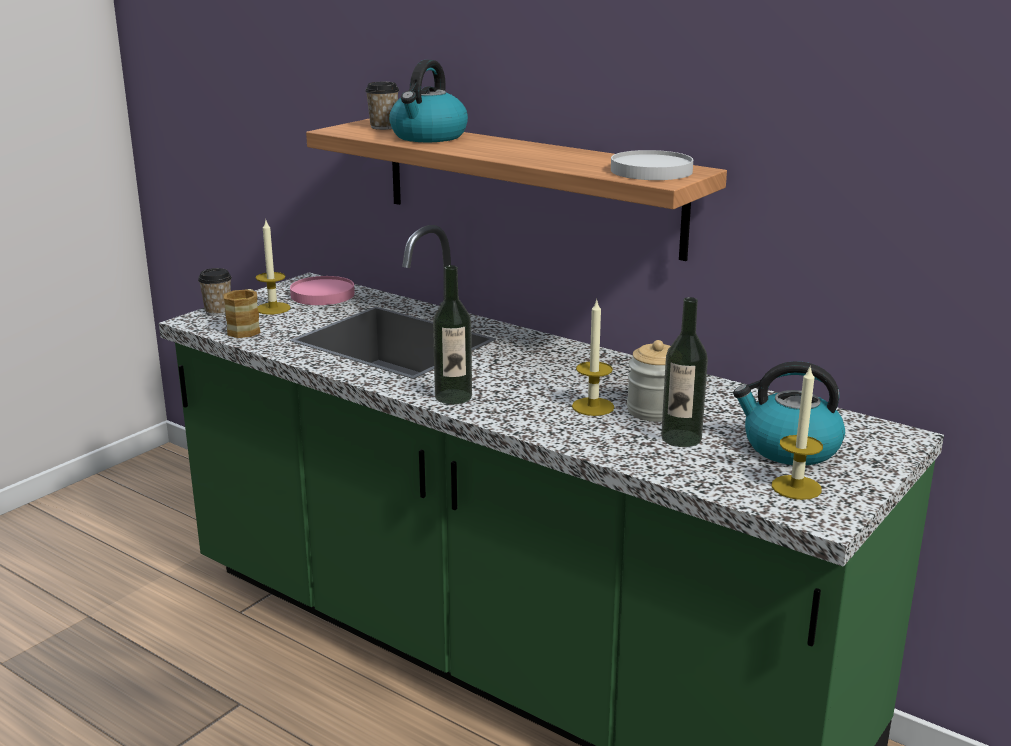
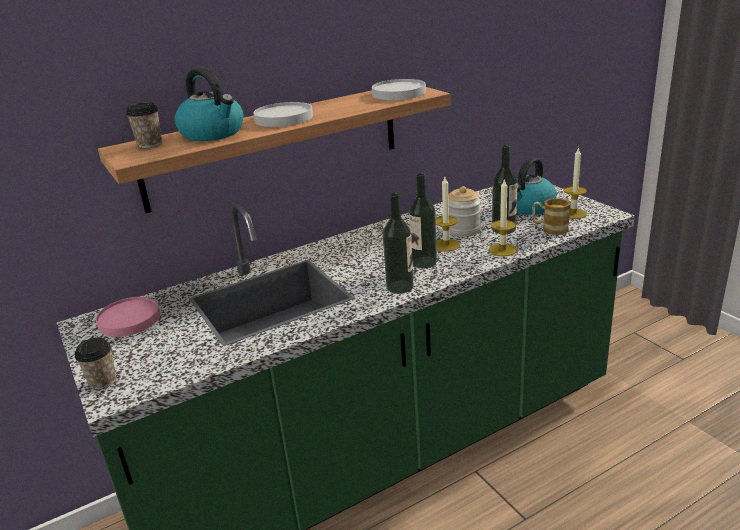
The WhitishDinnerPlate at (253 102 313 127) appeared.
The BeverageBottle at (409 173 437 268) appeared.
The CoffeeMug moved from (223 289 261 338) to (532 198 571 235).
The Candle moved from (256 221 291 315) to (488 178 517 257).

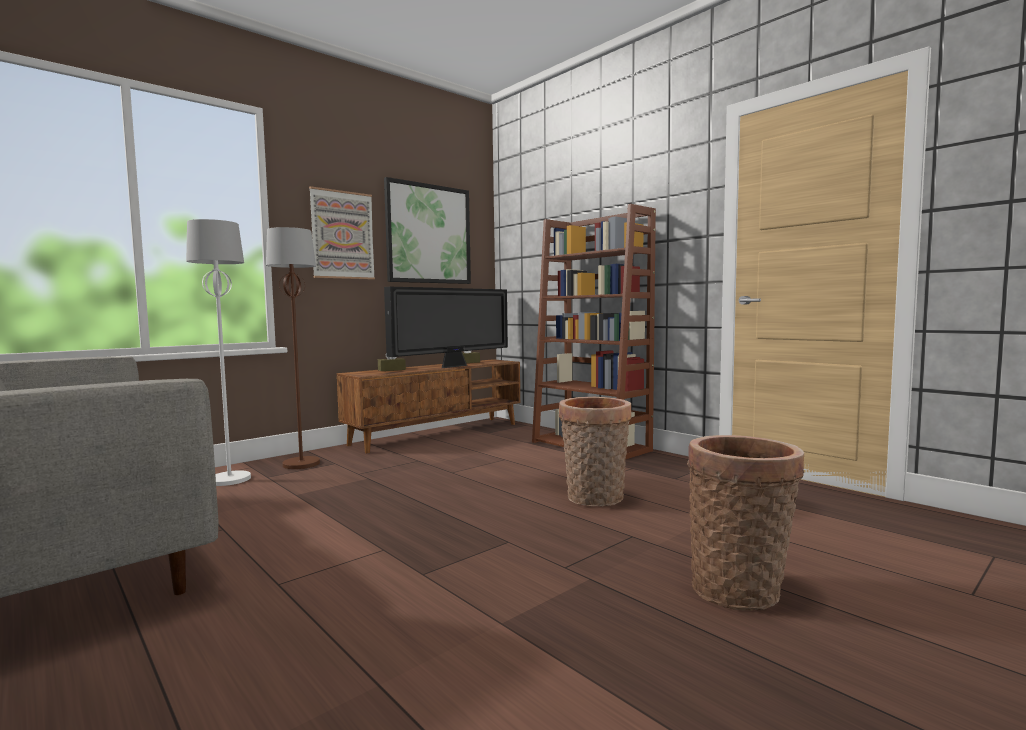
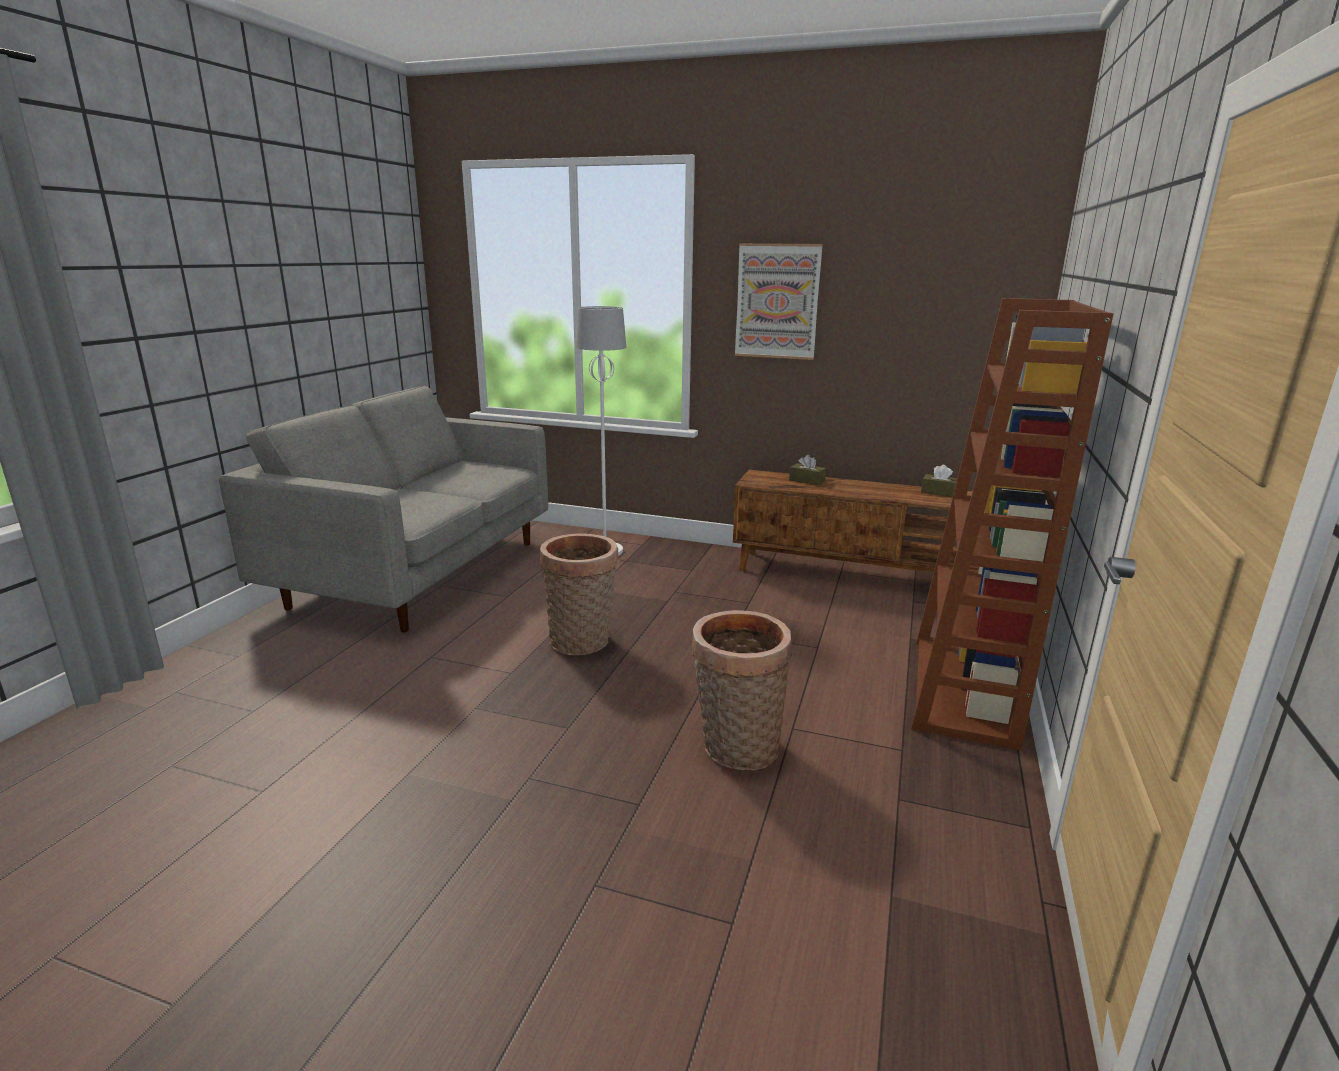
The BrownColouredStandingLamp at (266 227 320 469) disappeared.
The WallArt at (384 177 471 284) disappeared.
The Tv at (384 287 508 368) disappeared.
The StorageBasket moved from (687 435 804 611) to (540 533 618 655).

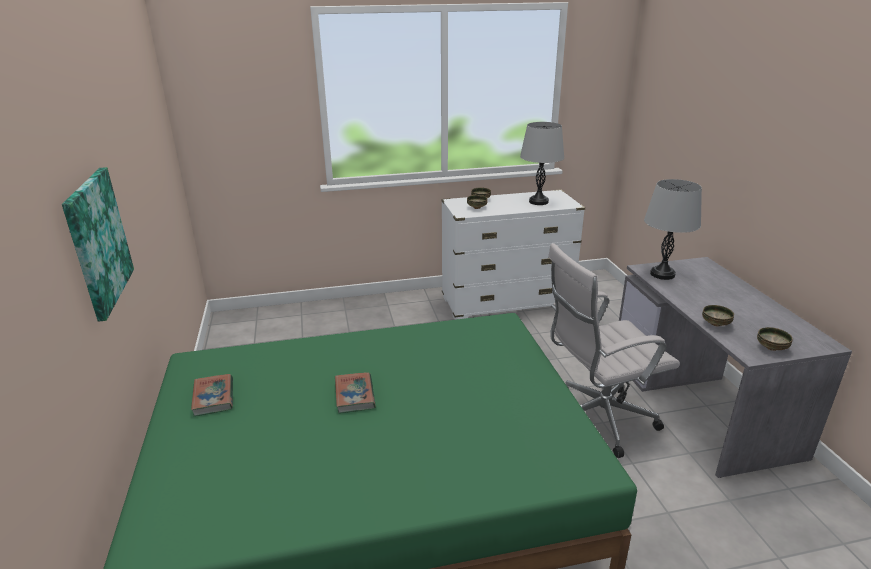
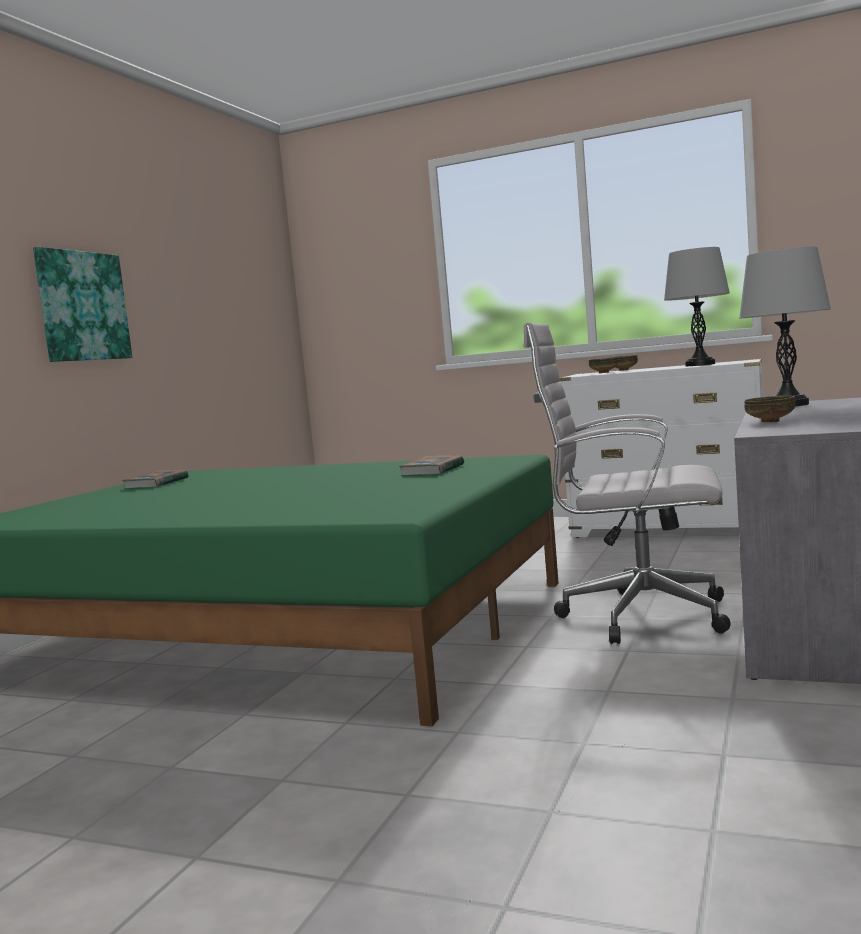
The DeepDish at (757 327 793 351) disappeared.
The Volume moved from (335 372 376 413) to (399 456 464 476).

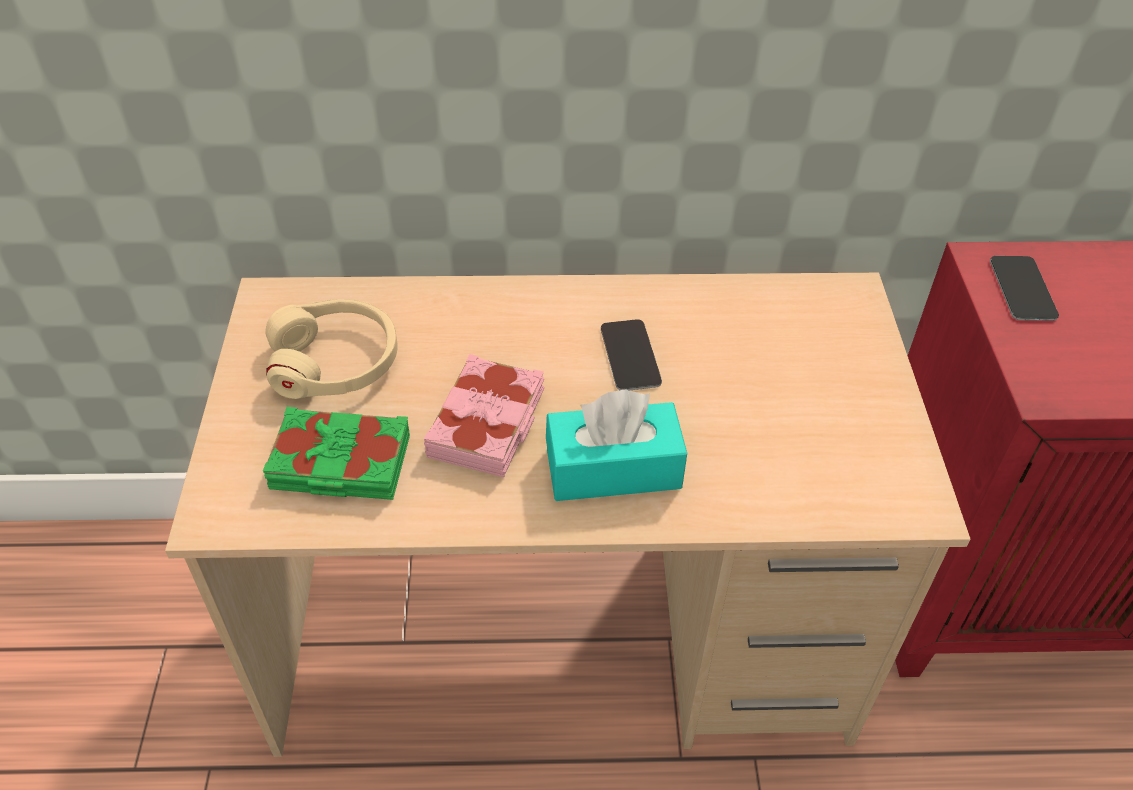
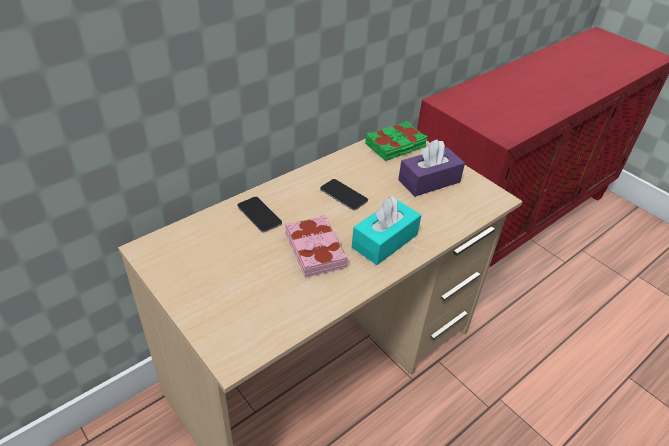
The SandColouredHeadphones at (265 299 398 399) disappeared.
The PurplishTissueHolder at (398 139 465 197) appeared.
The GreenVolume moved from (263 407 410 500) to (365 121 428 161).
The Telephone moved from (990 256 1059 321) to (237 197 282 232).

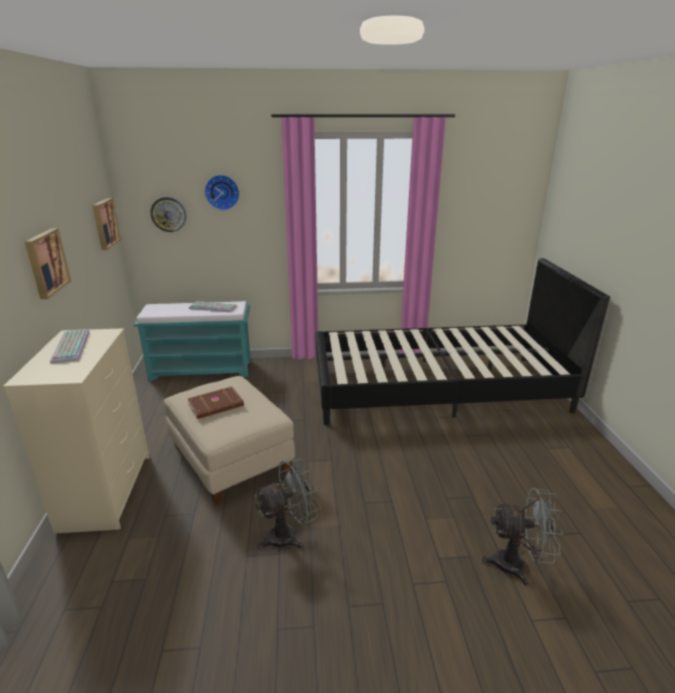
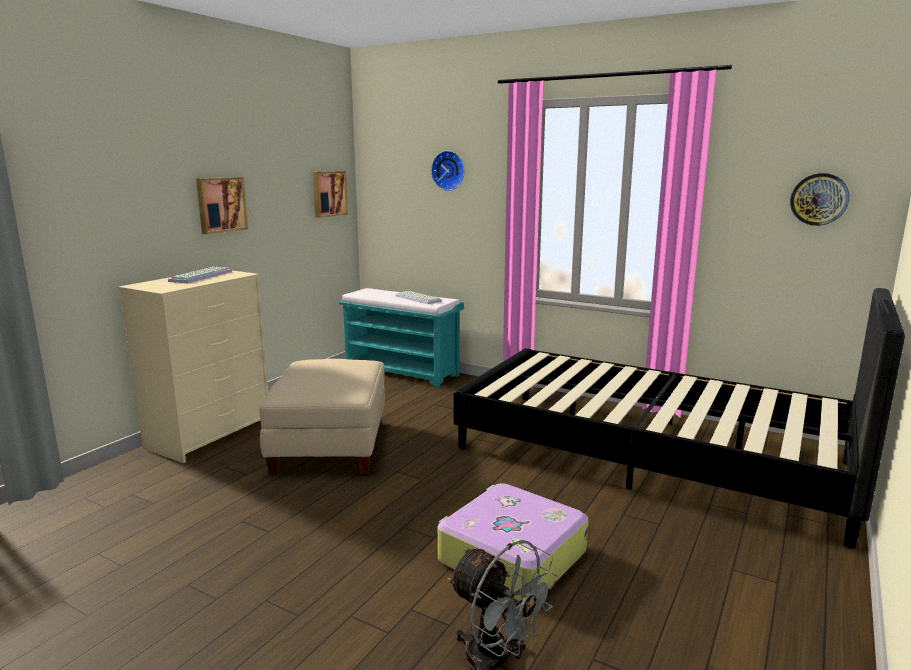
The BrownColouredVolume at (188 387 244 419) disappeared.
The GrayFan at (254 458 321 550) disappeared.
The TravelCase at (438 483 589 601) appeared.
The ClockOnTheWall moved from (151 197 186 232) to (790 173 849 226).

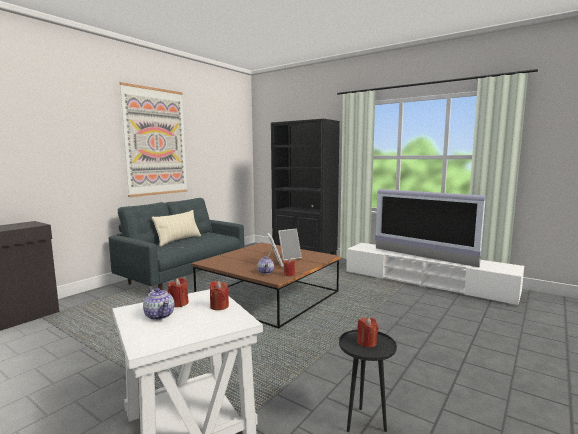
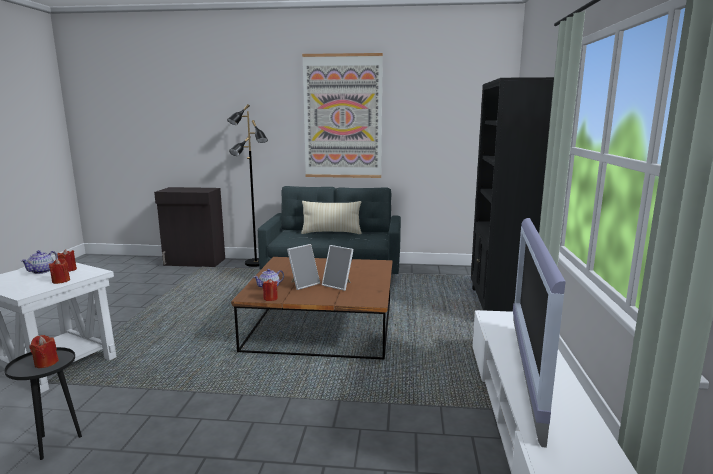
The BlackColouredStandingLamp at (227 104 268 267) appeared.

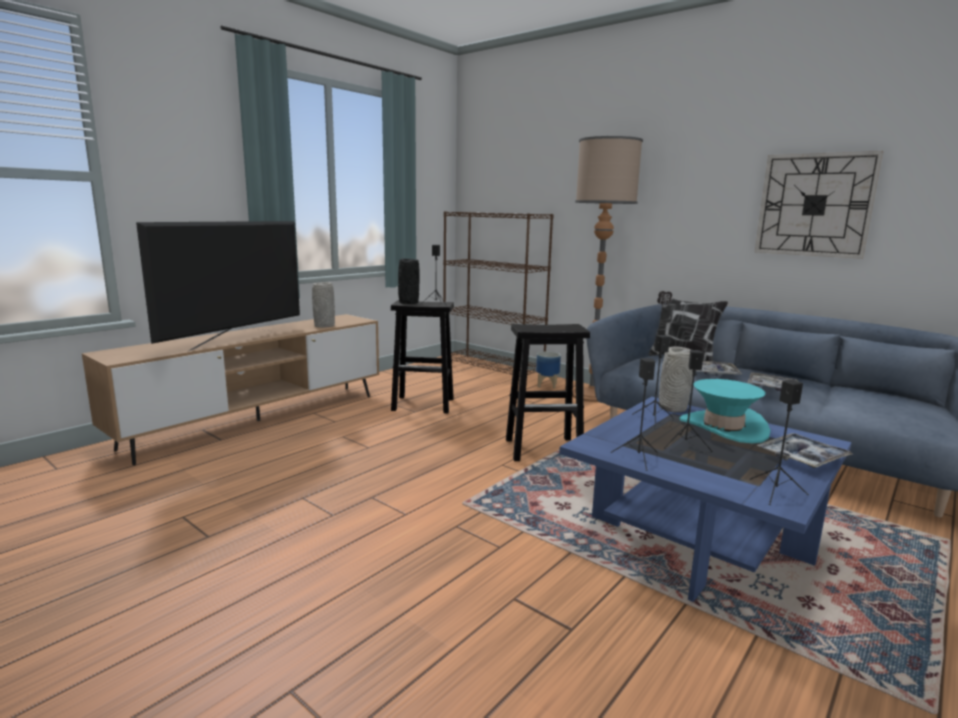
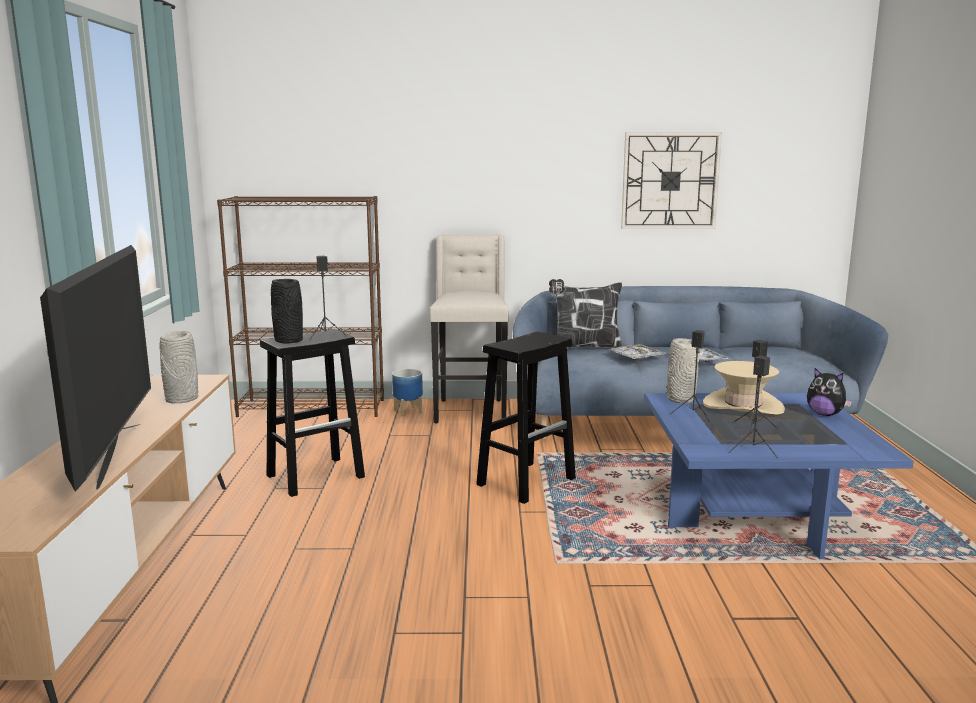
The BlackColouredLoudspeaker at (749 380 809 505) disappeared.
The StandingLamp at (572 136 643 402) was replaced by the SandColouredStoolSeat at (430 235 509 424).
The ServingTray at (758 433 853 468) was replaced by the PlushToy at (807 368 852 416).
The BlueGreenClothingHat at (679 379 770 443) became the SandColouredClothingHat at (703 361 785 415).

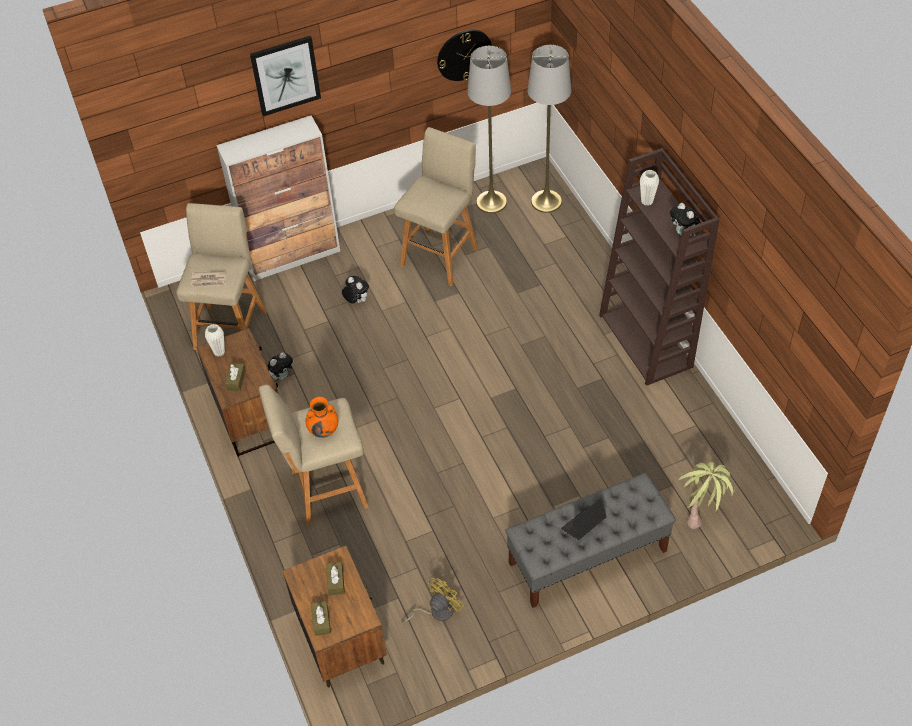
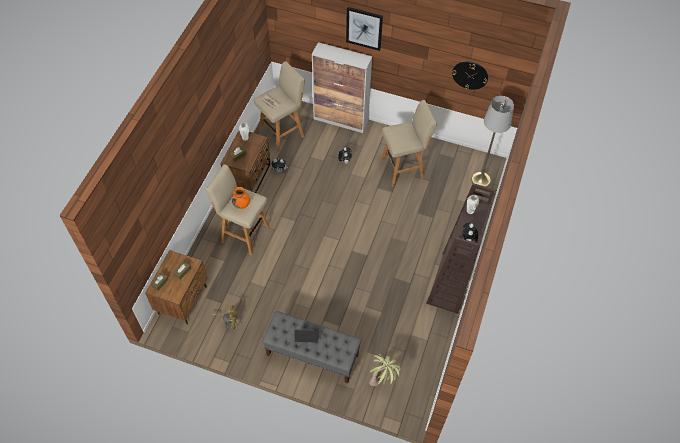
The GrayStandingLamp at (467 46 511 213) disappeared.

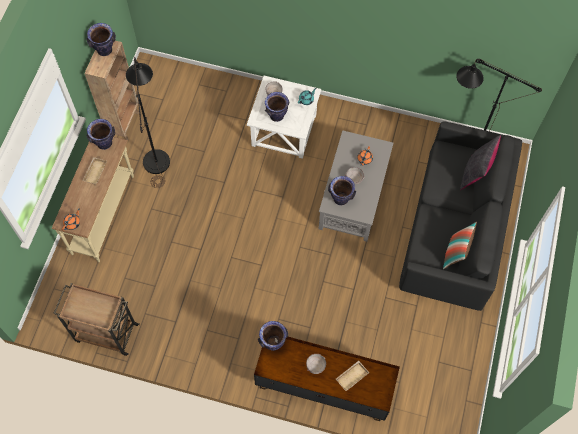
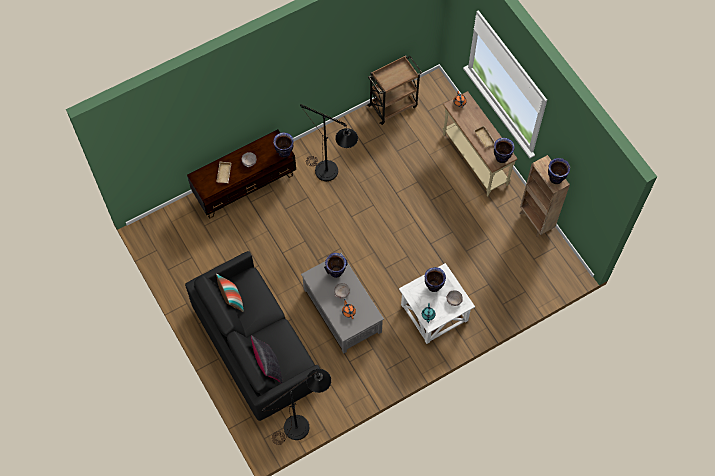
The BlackColouredStandingLamp moved from (126 57 170 188) to (300 104 358 181).

